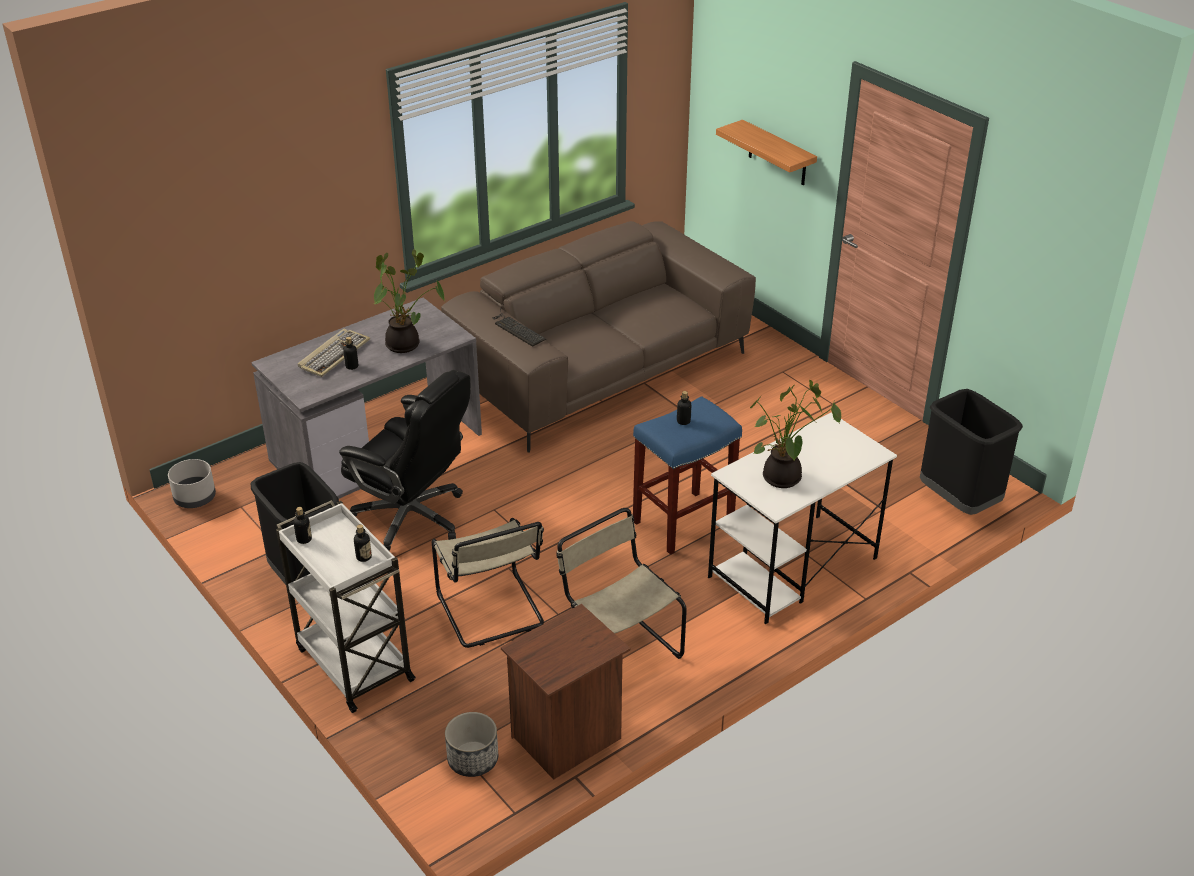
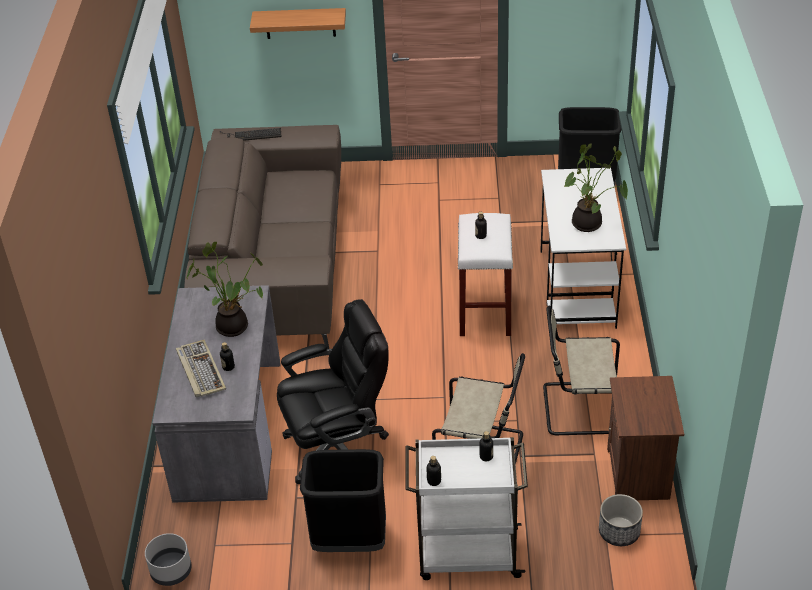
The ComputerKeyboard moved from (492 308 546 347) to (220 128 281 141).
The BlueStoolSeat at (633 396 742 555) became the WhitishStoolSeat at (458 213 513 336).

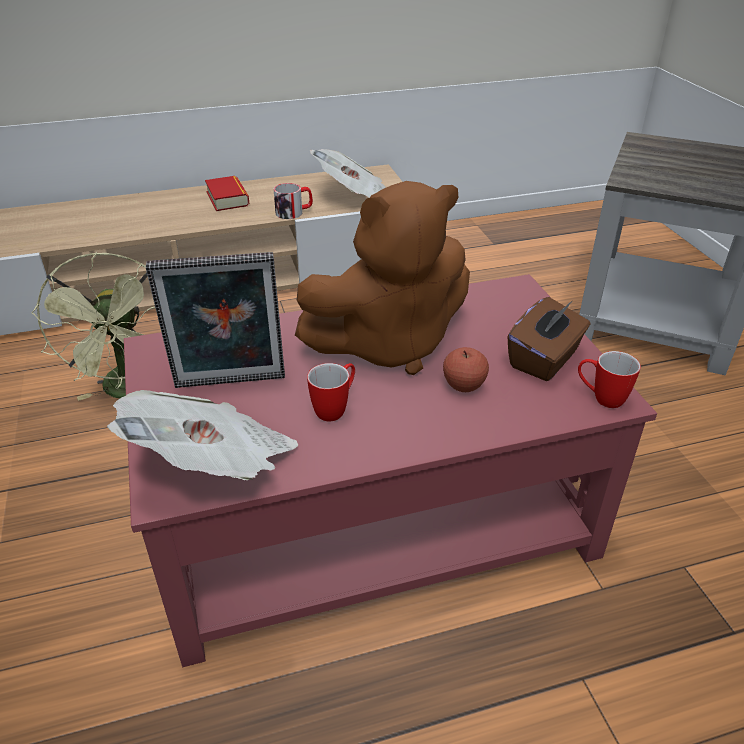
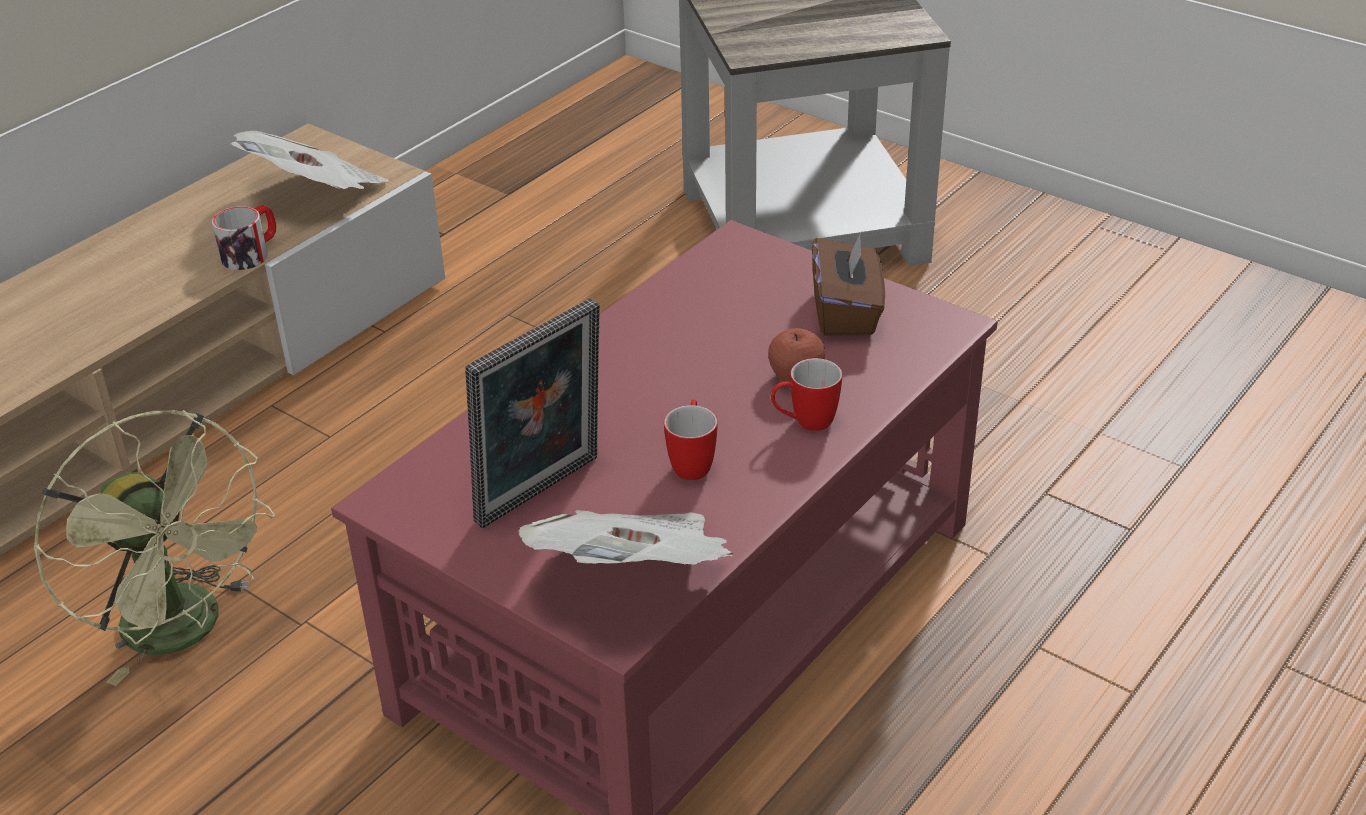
The Volume at (205 176 249 211) disappeared.
The BrownColouredPlushToy at (295 181 470 375) disappeared.
The CoffeeMug moved from (578 351 641 408) to (771 358 842 431).

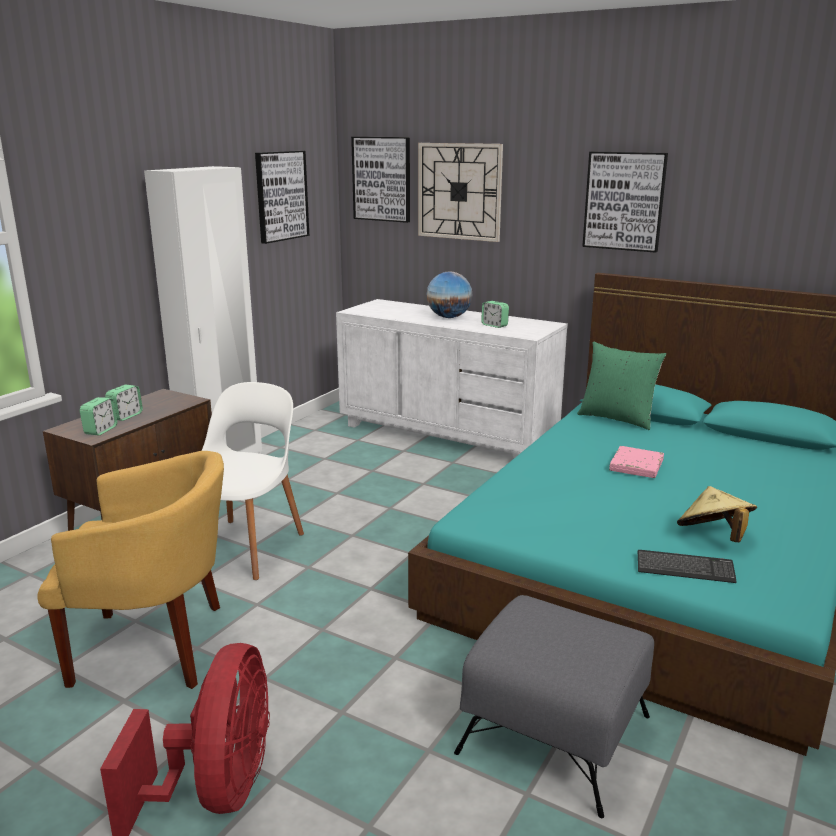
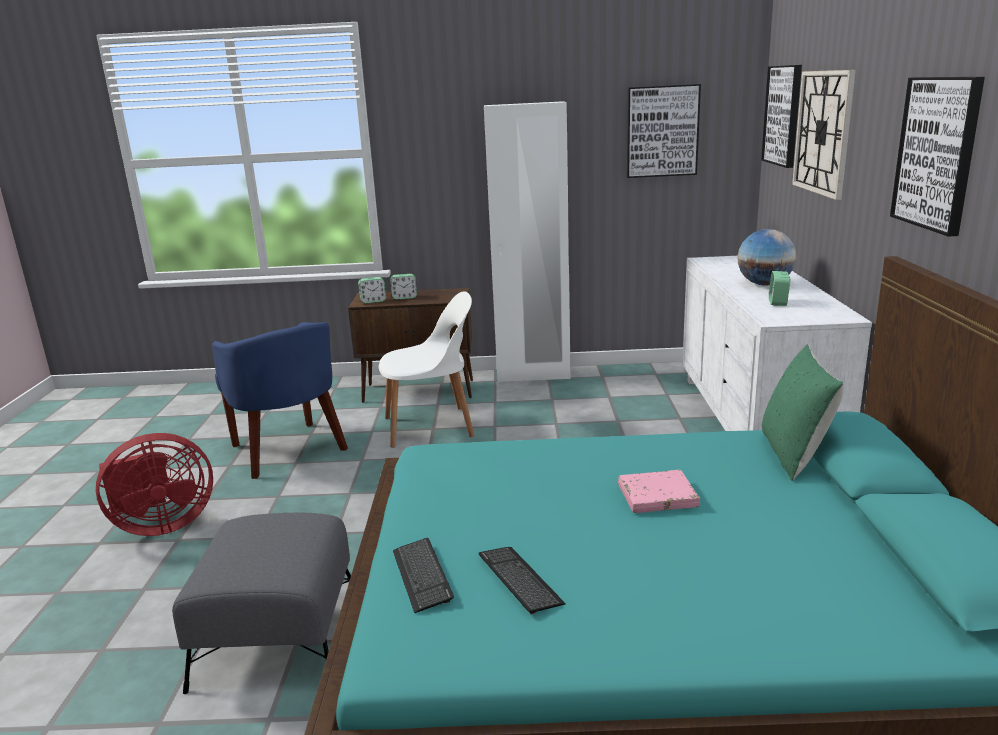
The SandColouredClothingHat at (677 486 757 542) was replaced by the ComputerKeyboard at (479 547 566 614).
The YellowLoungeChair at (38 451 224 689) became the BlueLoungeChair at (212 322 348 479).

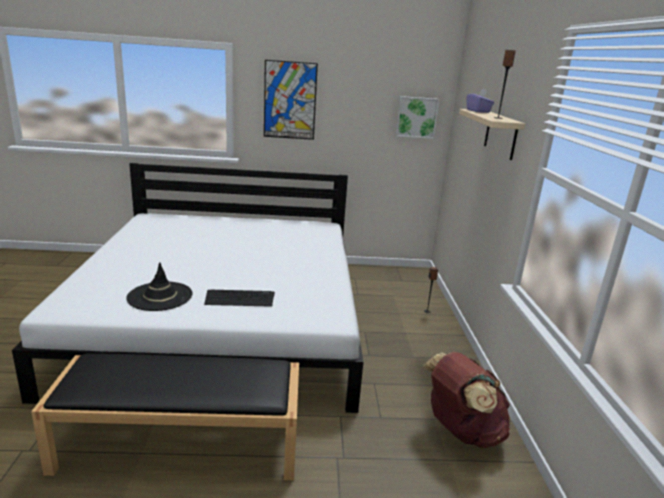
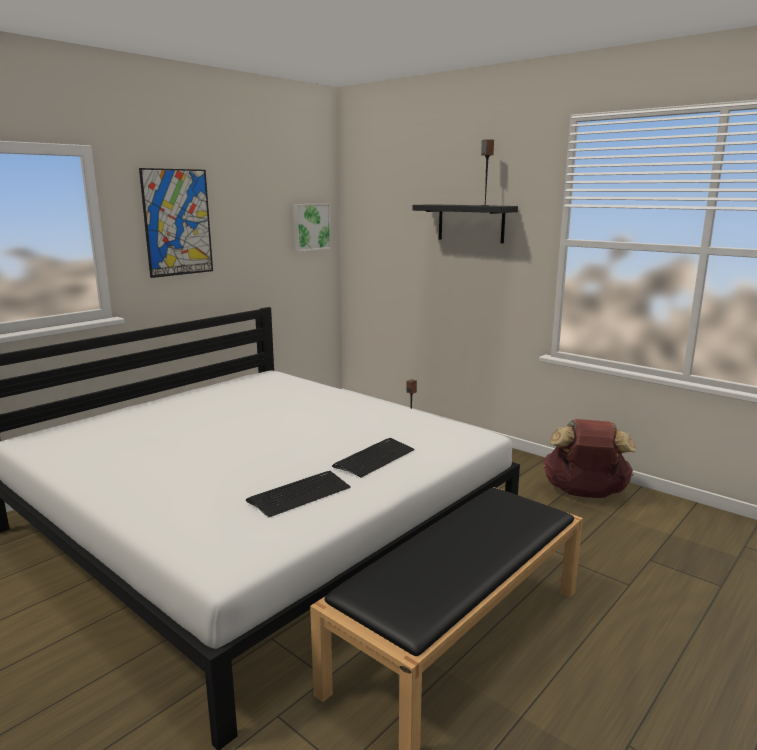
The PurplishTissueHolder at (467 89 494 113) disappeared.
The BlackColouredClothingHat at (126 262 193 311) was replaced by the ComputerKeyboard at (246 471 351 517).
The SandColouredShelf at (459 109 525 160) became the BlackColouredShelf at (413 204 518 243).

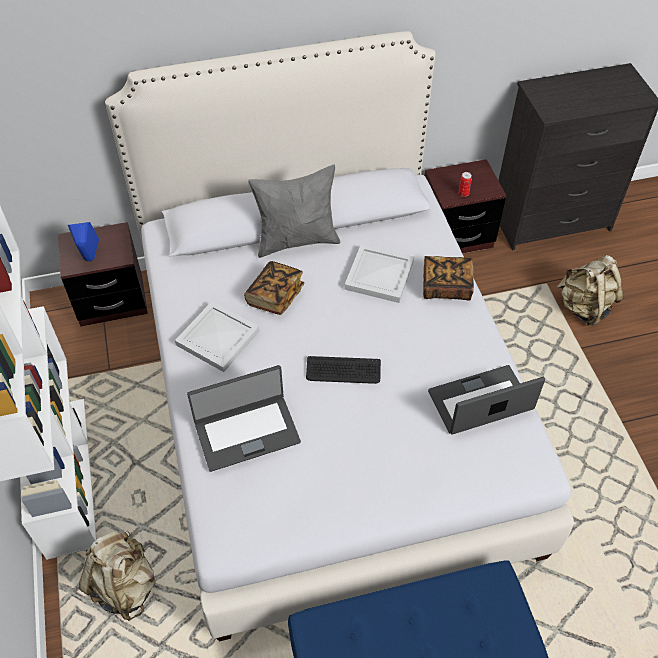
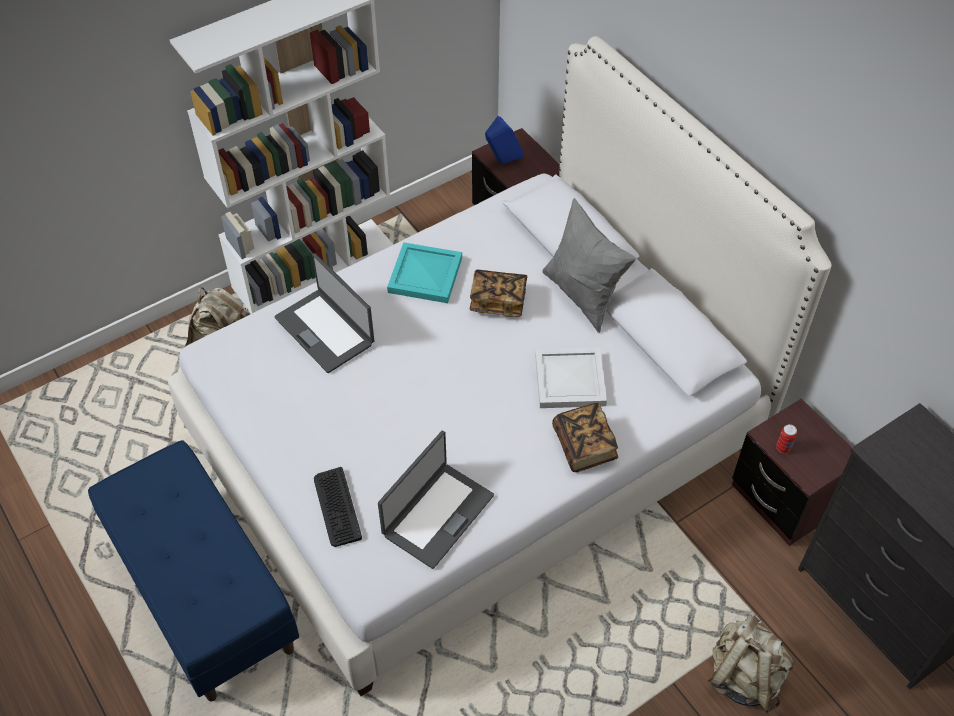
The ComputerKeyboard moved from (306 356 381 384) to (314 467 362 547).
The WhitishServingTray at (175 301 260 372) became the BlueGreenServingTray at (387 242 462 303).
The PortableComputer at (428 365 545 435) turned 75 degrees clockwise.

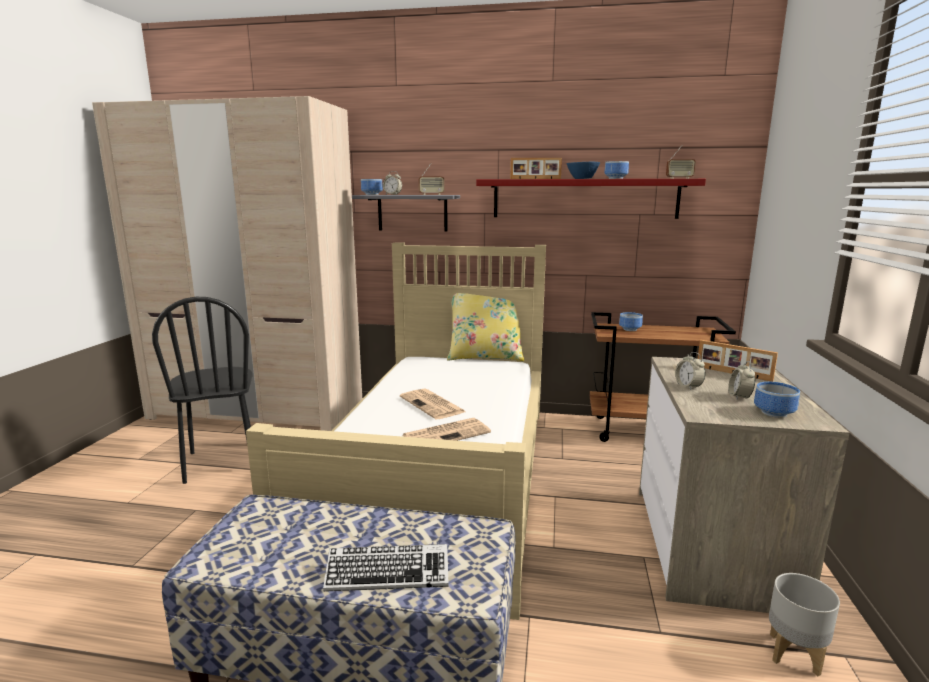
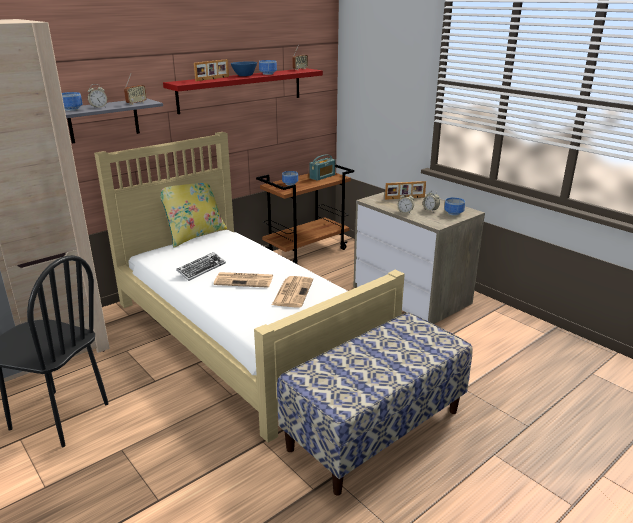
The GrayFlowerPot at (769 573 840 676) disappeared.
The Radio at (309 154 335 181) appeared.
The ComputerKeyboard moved from (323 544 449 592) to (176 252 226 281).

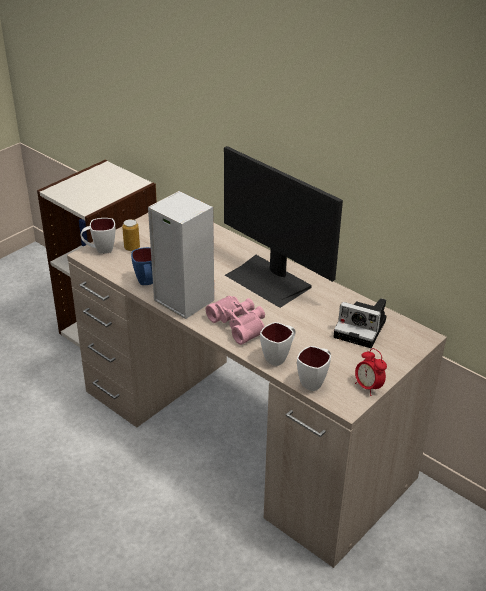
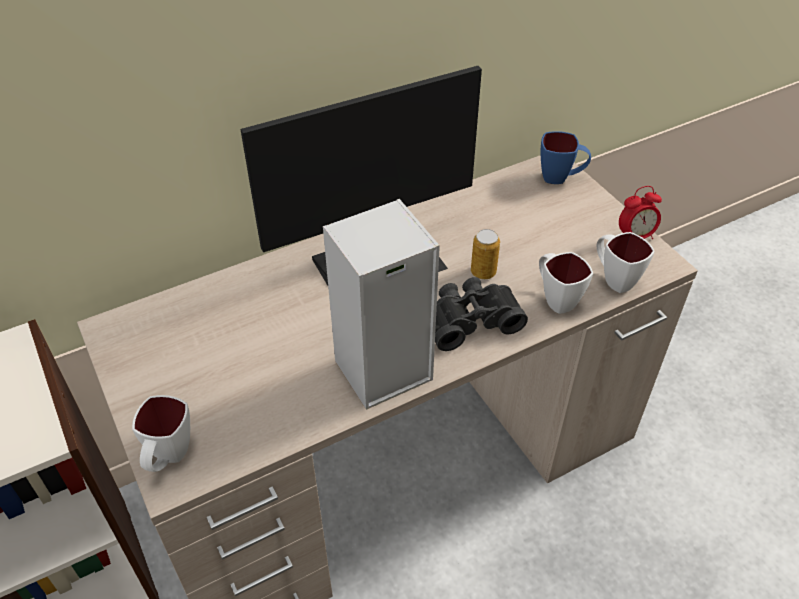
The PhotoCamera at (333 298 387 348) disappeared.
The MetalCan moved from (122 219 140 251) to (471 229 500 279).
The BlueCoffeeMug moved from (131 247 153 285) to (541 131 591 184).
The PinkColouredPairOfBinoculars at (206 296 265 345) became the BlackColouredPairOfBinoculars at (435 277 528 351).

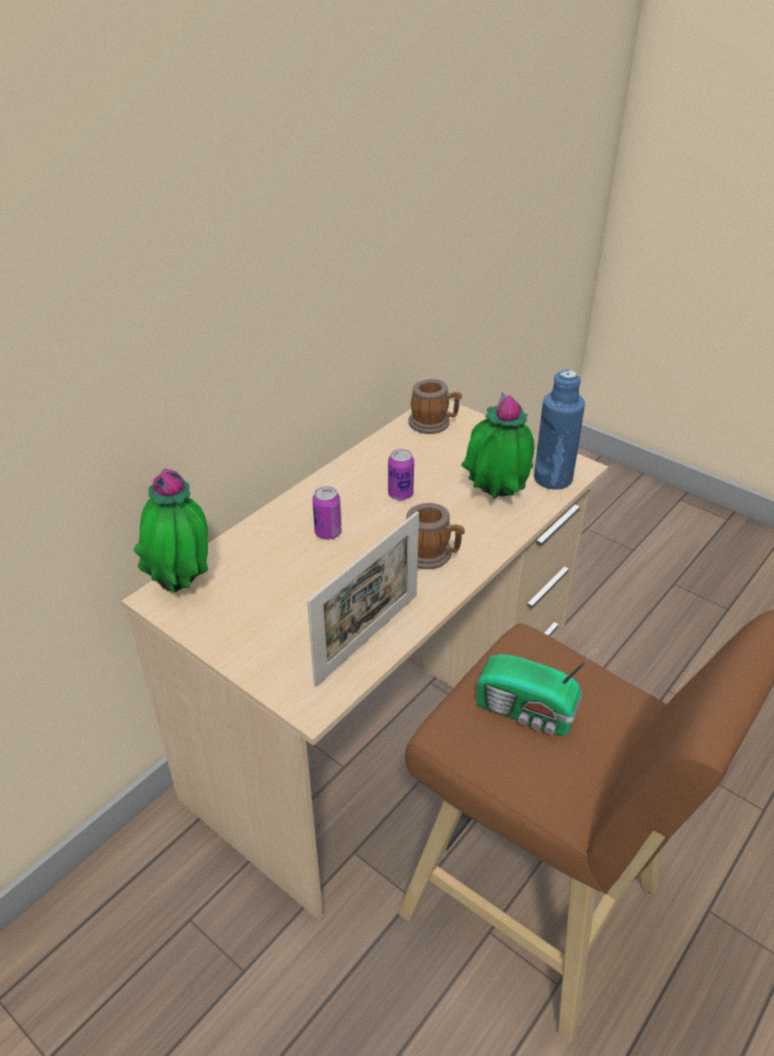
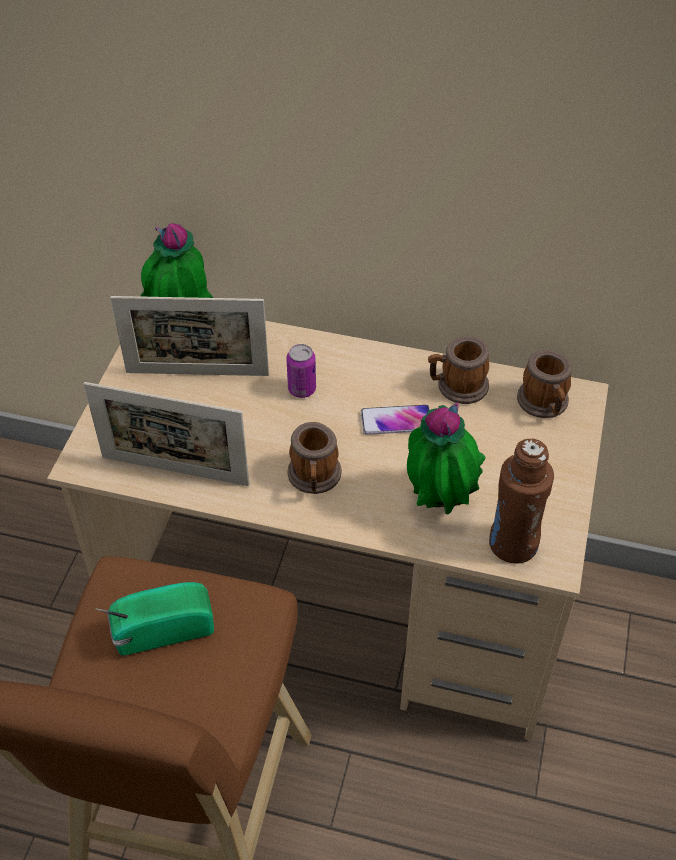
The StandingFrame at (110 296 269 376) appeared.
The CoffeeMug at (428 336 489 404) appeared.
The MetalCan at (388 449 414 500) was replaced by the Telephone at (361 405 430 435).
The BlueBeverageBottle at (534 369 585 489) became the BrownColouredBeverageBottle at (489 439 554 564).
The Radio at (476 648 599 736) turned 75 degrees clockwise.

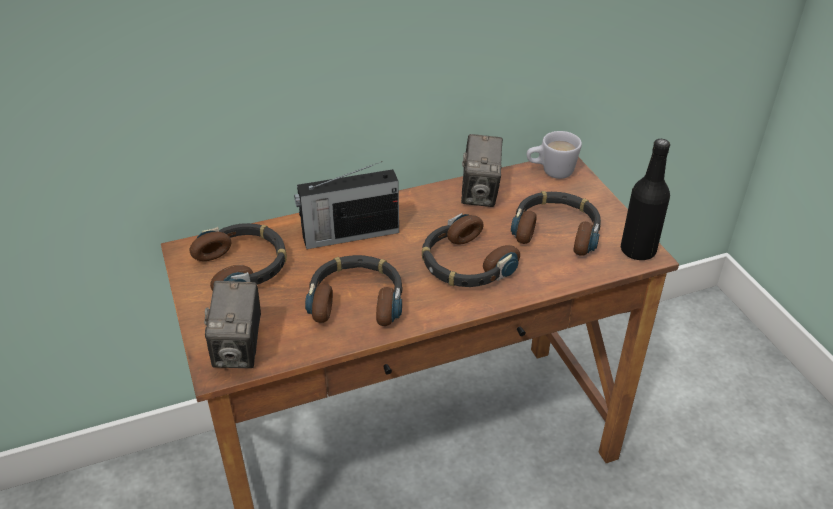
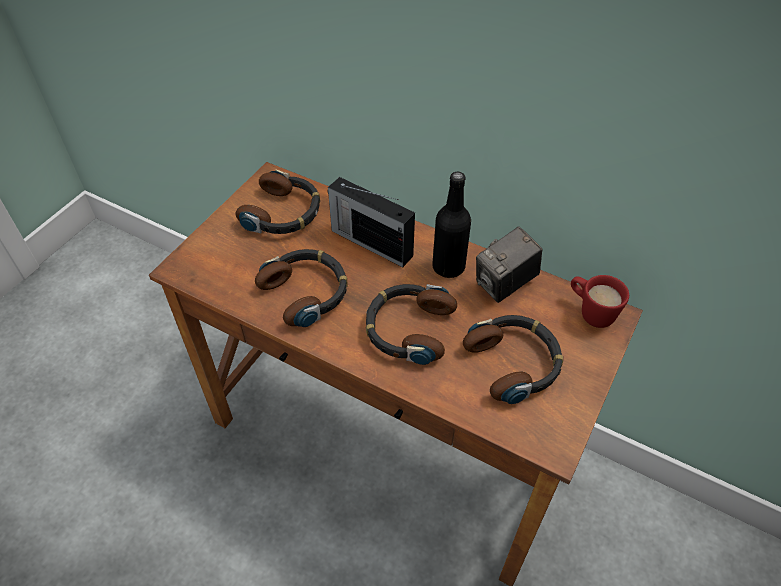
The PhotoCamera at (204 281 261 368) disappeared.
The BlackColouredBeverageBottle moved from (621 139 670 260) to (432 172 471 278).
The WhitishCoffeeMug at (526 131 582 179) became the RedColouredCoffeeMug at (571 275 629 328).

